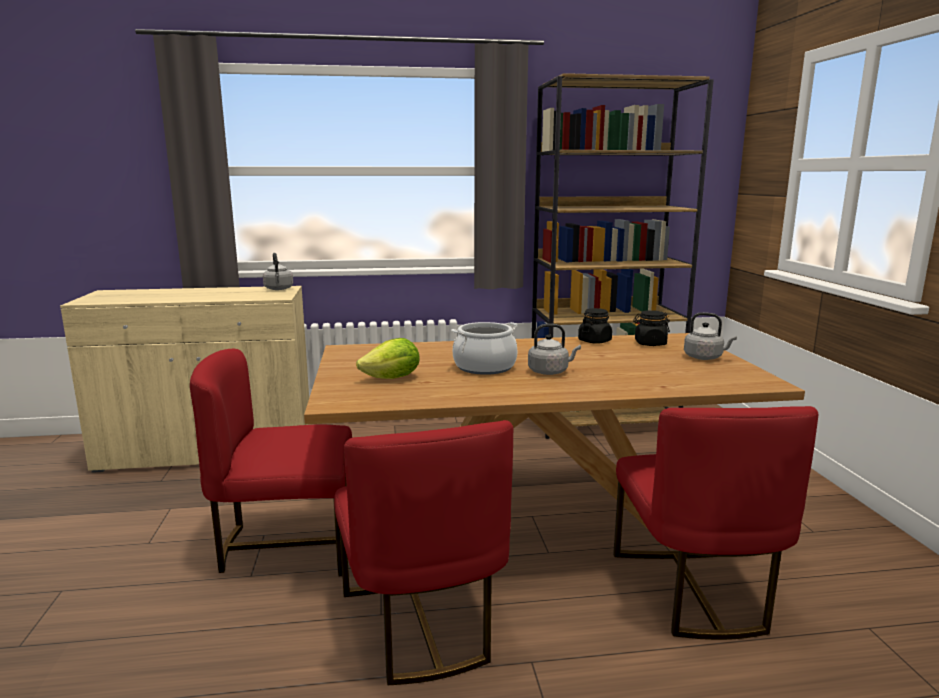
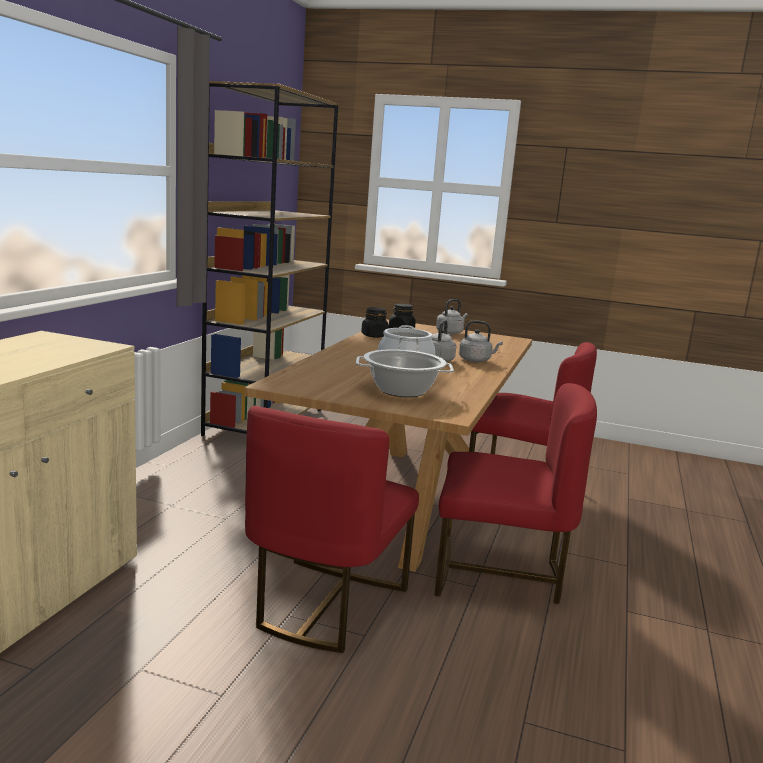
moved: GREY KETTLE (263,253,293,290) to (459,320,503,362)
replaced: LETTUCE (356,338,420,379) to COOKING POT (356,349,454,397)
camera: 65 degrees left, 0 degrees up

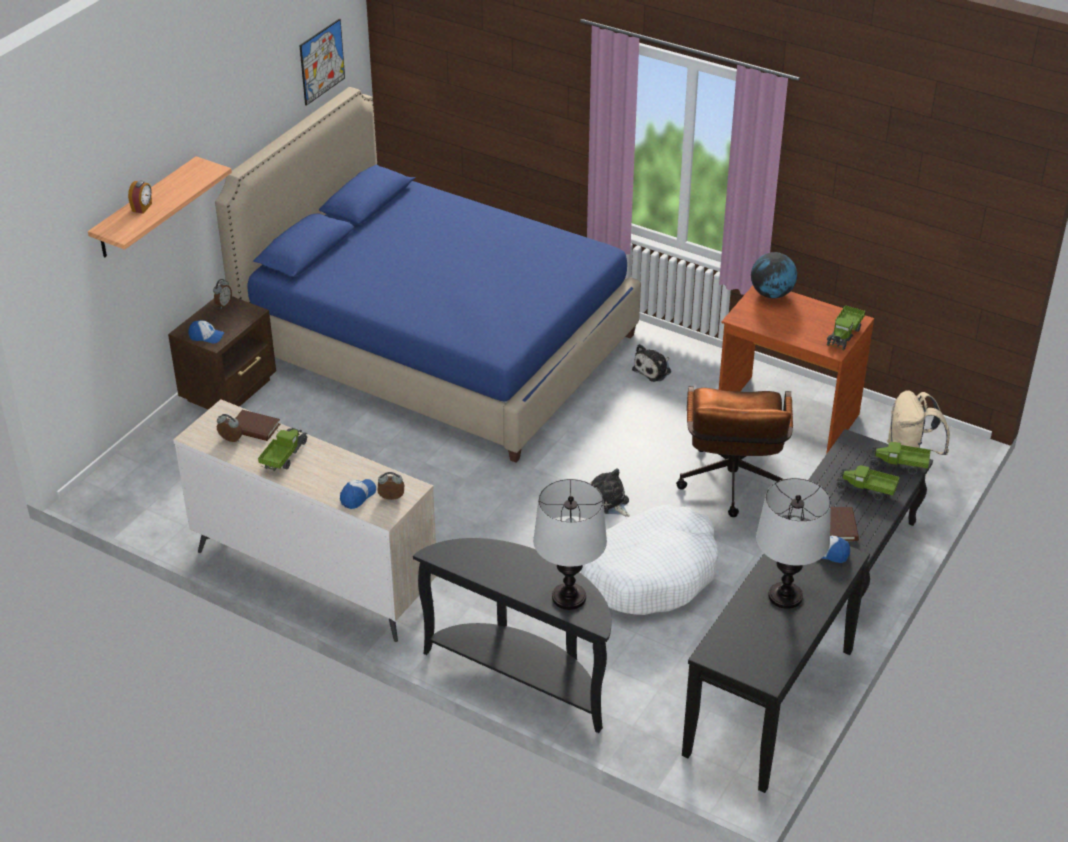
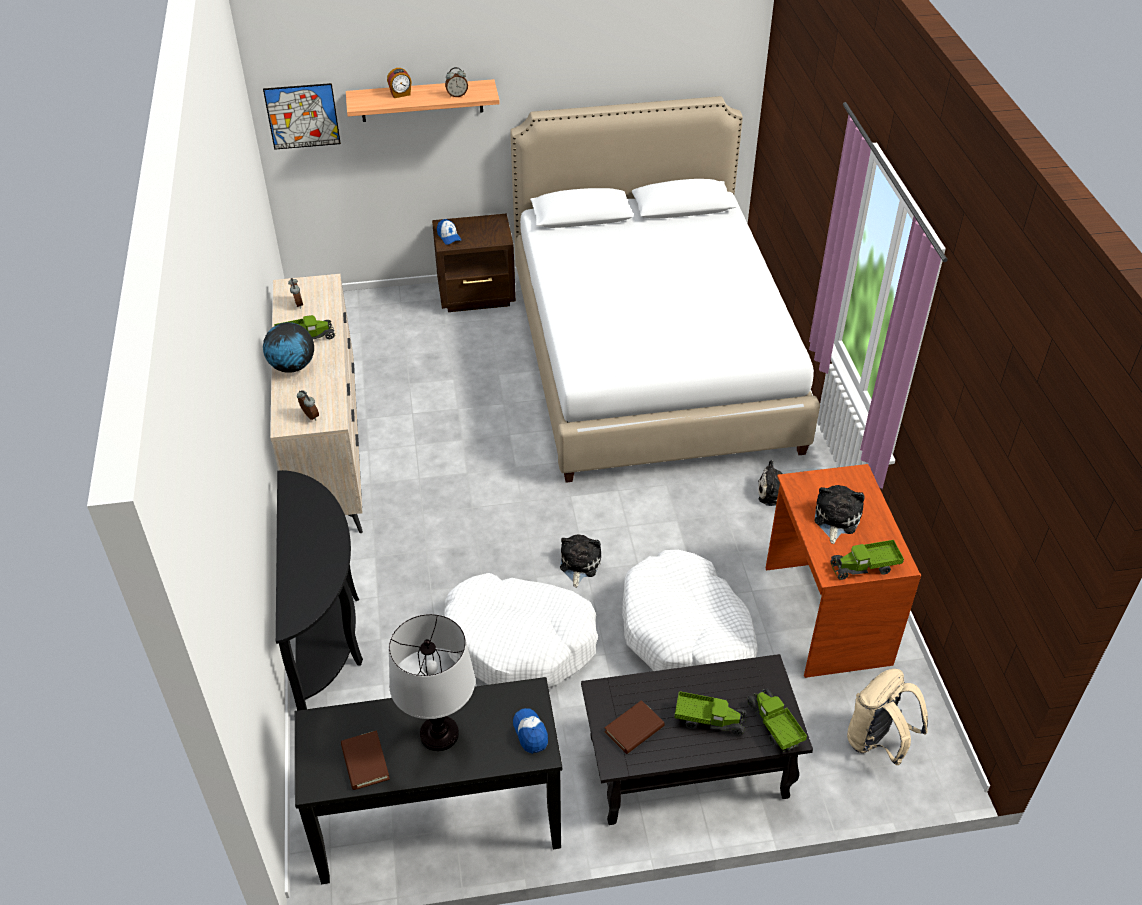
removed: CAP (340,479,376,509); TABLE LAMP (533,479,607,610)
added: PLUSH TOY (814,485,865,544)
moved: PICTURE (299,19,345,106) to (263,83,341,150); GLOBE (751,252,797,298) to (263,322,314,373); ALARM CLOCK (213,279,232,309) to (445,67,468,97); BROWN BOOK (235,410,280,441) to (341,730,390,790)
replaced: BROWN OFFICE CHAIR (676,386,793,517) to WHITE DOG BED (622,550,757,671)
recoloured: BLUE BED (215,87,641,463) to WHITE BED (510,96,820,483)
turned: TOY TRUCK (836,465,900,500) = (674,691,747,736) 120 degrees clockwise
camera: 50 degrees right, 5 degrees up

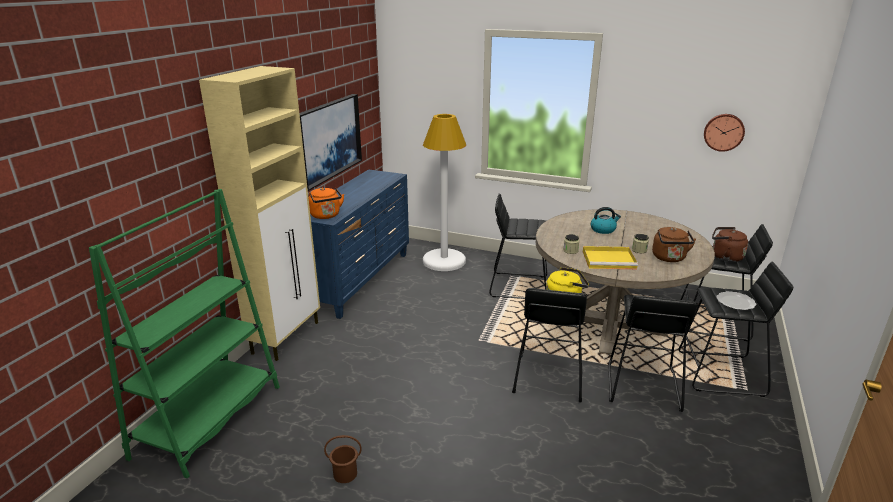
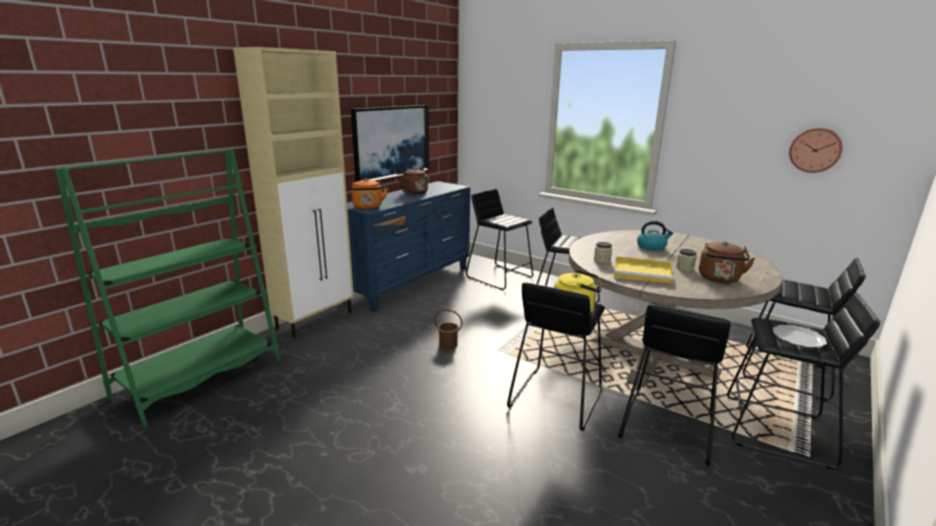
moved: BROWN KETTLE (712,227,748,262) to (396,168,428,195); BROWN BUCKET (324,435,362,483) to (434,309,462,349)
replaced: WHITE FLOOR LAMP (423,114,466,271) to BLACK STOOL (466,189,533,290)
camera: 15 degrees right, 5 degrees down

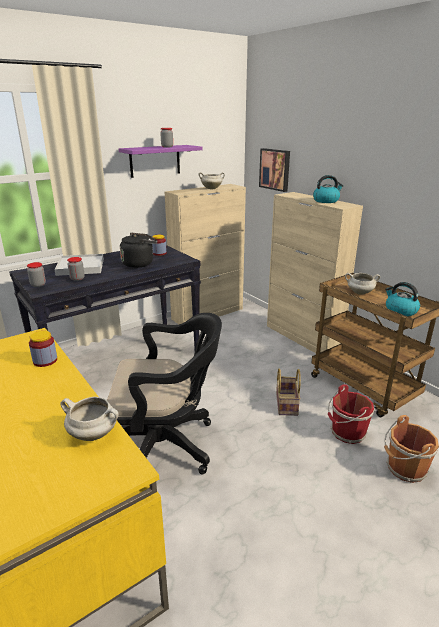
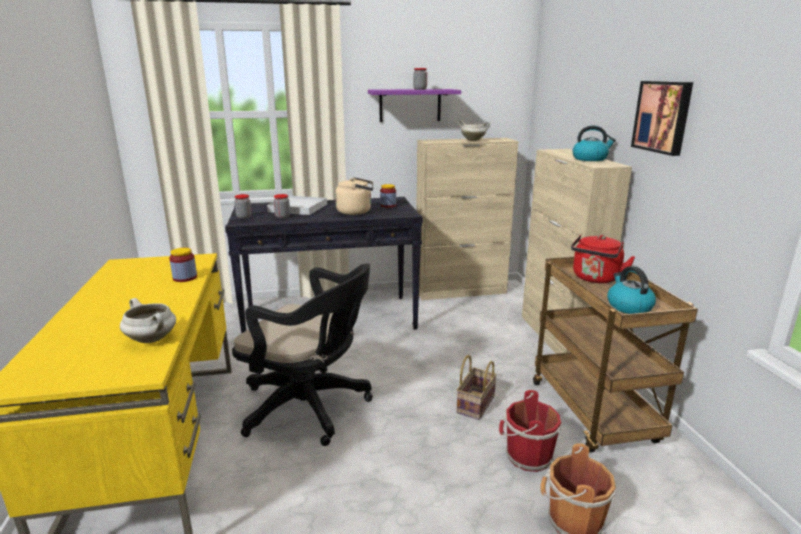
moved: PICTURE (259,148,290,192) to (631,81,693,156)
replaced: WHITE COOKING POT (345,273,380,295) to RED KETTLE (571,235,635,283)
recoloured: BLACK KETTLE (120,232,157,268) to BEIGE KETTLE (335,177,373,215)
camera: 25 degrees right, 5 degrees down

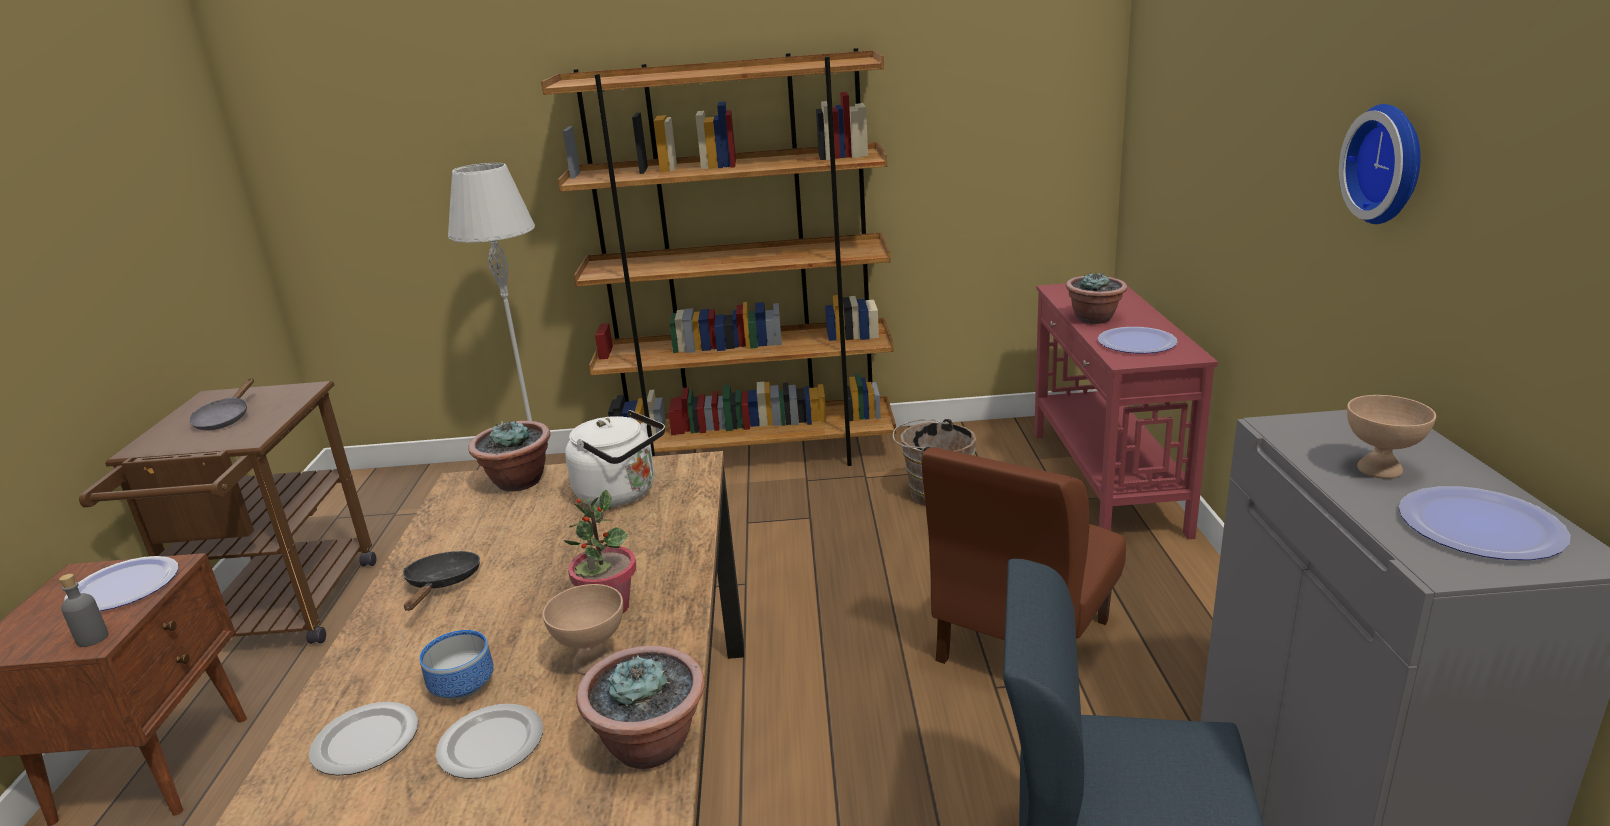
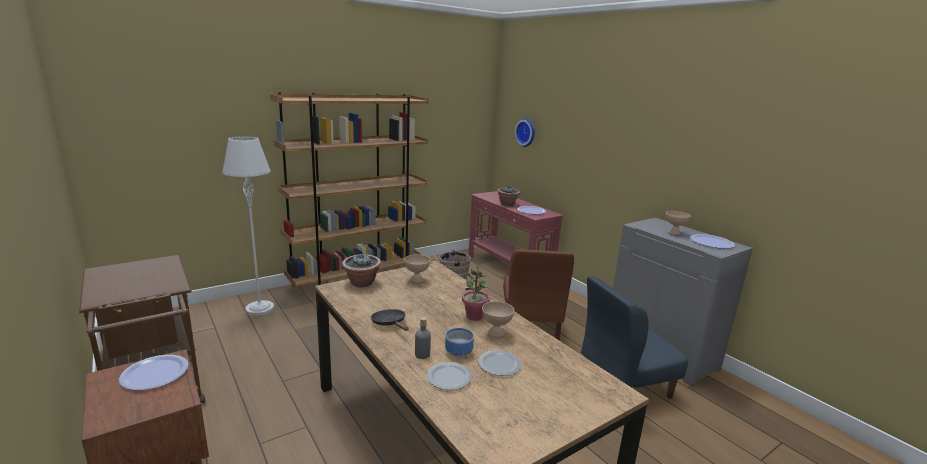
removed: GREY FRYING PAN (189,378,254,430); POTTED PLANT (576,645,705,769)
moved: WALL CLOCK (1339,104,1421,224) to (515,118,535,147); GREY BOTTLE (59,574,108,647) to (415,317,431,359)
replaced: WHITE KETTLE (565,410,665,507) to BEIGE BOWL (404,254,431,283)
camera: 35 degrees left, 5 degrees down

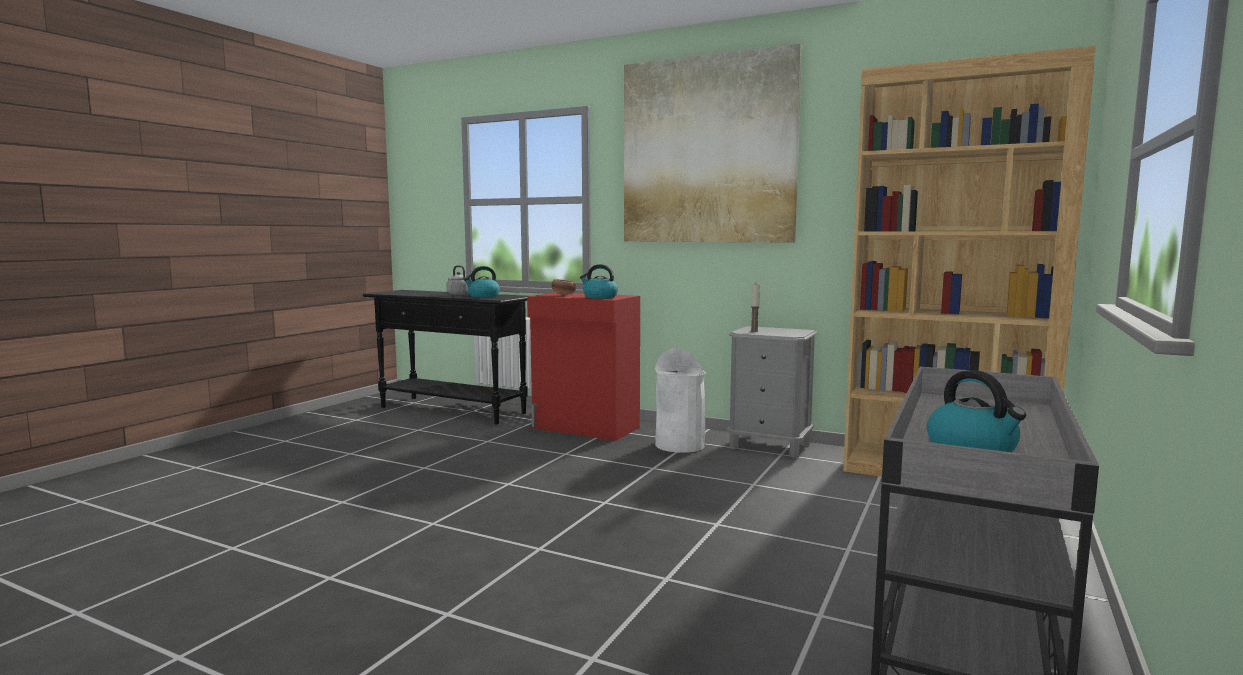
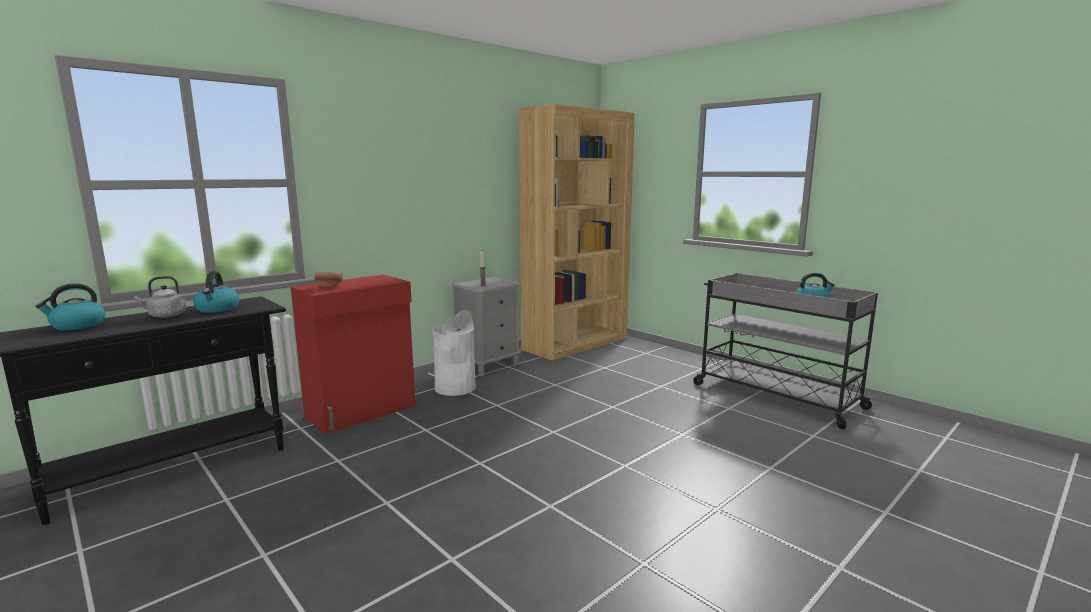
removed: PICTURE (624,44,802,243)
moved: KETTLE (580,264,618,299) to (35,283,106,330)
camera: 70 degrees left, 5 degrees up

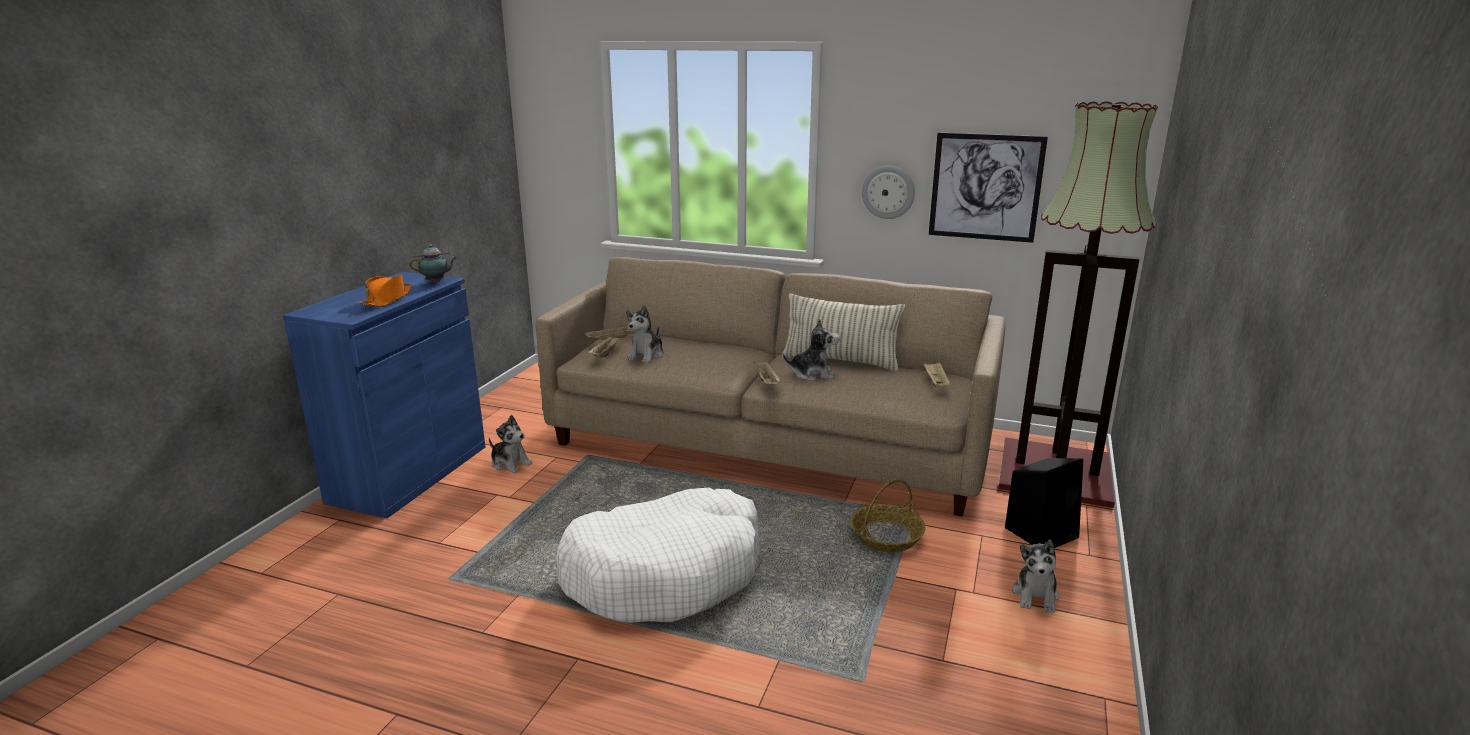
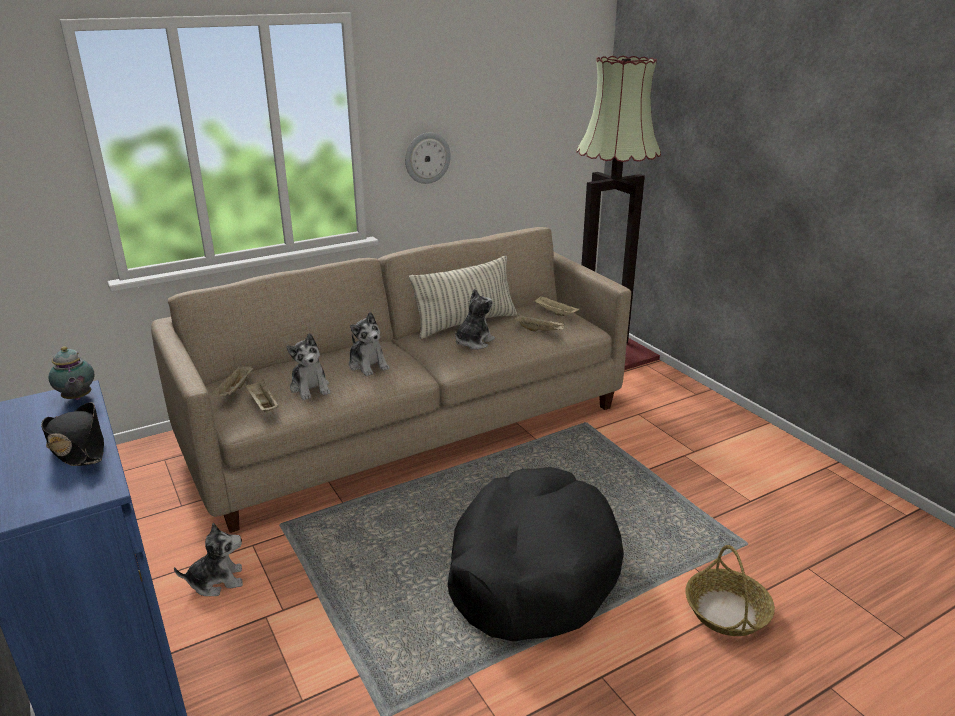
removed: PICTURE (929,133,1048,243); BLACK SPEAKER (1005,458,1083,548)
moved: BEIGE TRAY (753,361,781,384) to (514,315,565,332); BASKET (850,479,926,552) to (685,545,775,636); PLUSH TOY (1012,540,1059,613) to (349,312,390,376)
recoloured: ORANGE HAT (359,275,412,307) to BLACK HAT (41,402,104,466); WHITE DOG BED (555,488,759,623) to BLACK DOG BED (448,467,624,642)
turned: TEAPOT (409,244,457,283) = (48,346,94,400) 135 degrees clockwise
camera: 50 degrees left, 5 degrees up

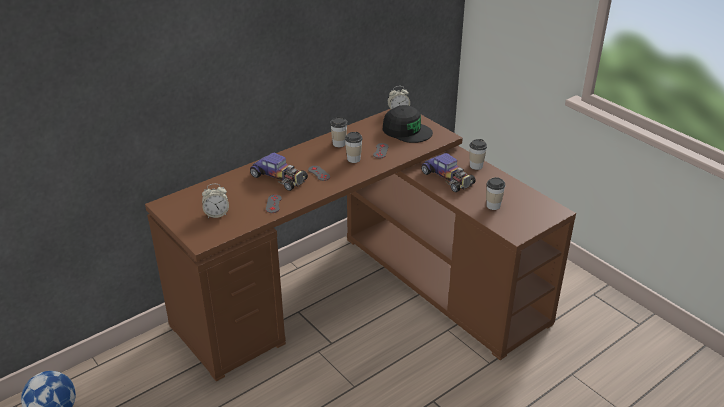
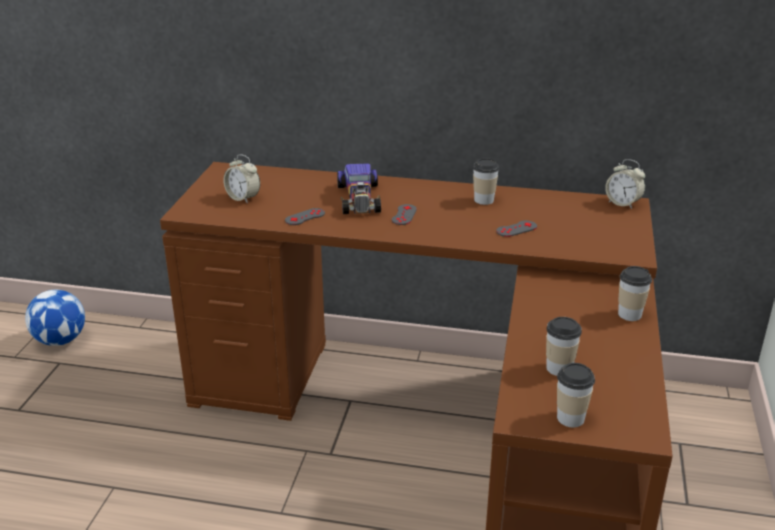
removed: BLACK CAP (382,105,433,143); TOY CAR (421,153,476,192)
moved: CUP (345,132,363,163) to (557,363,595,427)
camera: 50 degrees right, 5 degrees down

